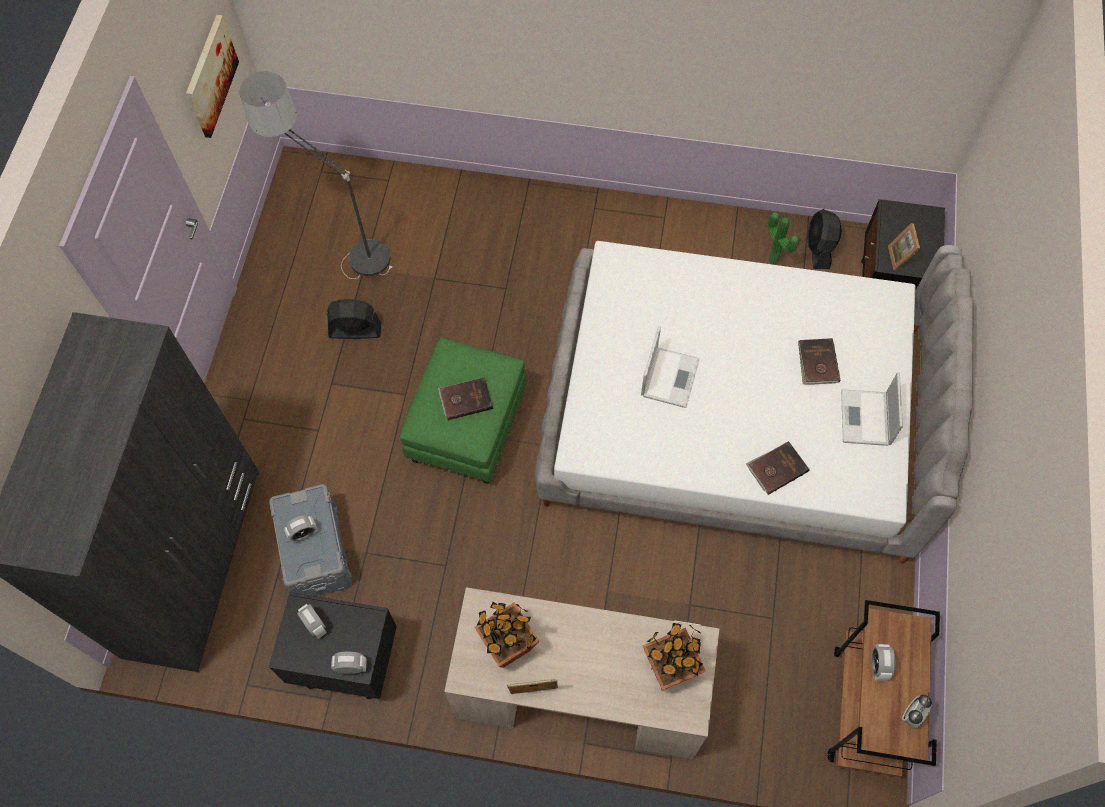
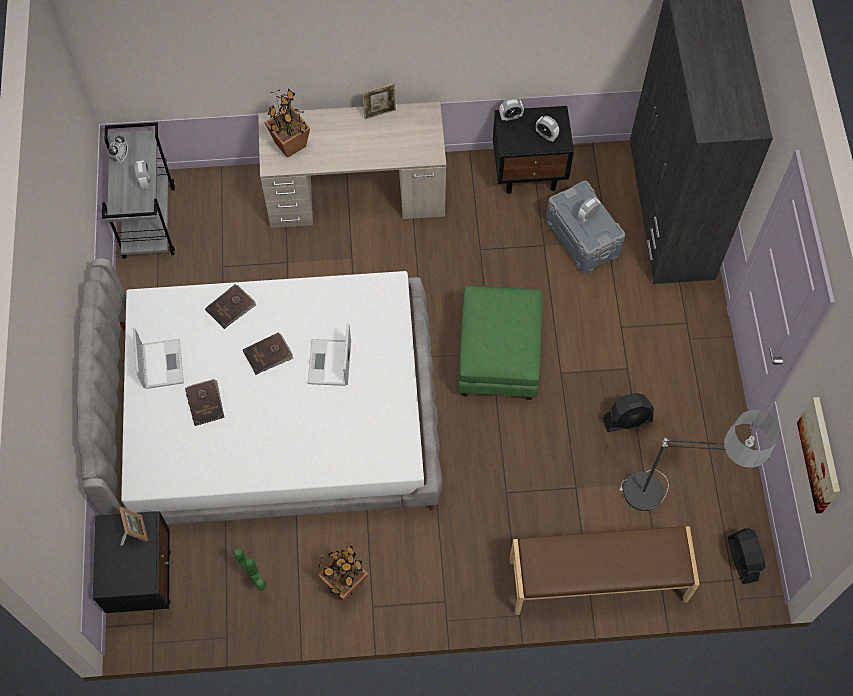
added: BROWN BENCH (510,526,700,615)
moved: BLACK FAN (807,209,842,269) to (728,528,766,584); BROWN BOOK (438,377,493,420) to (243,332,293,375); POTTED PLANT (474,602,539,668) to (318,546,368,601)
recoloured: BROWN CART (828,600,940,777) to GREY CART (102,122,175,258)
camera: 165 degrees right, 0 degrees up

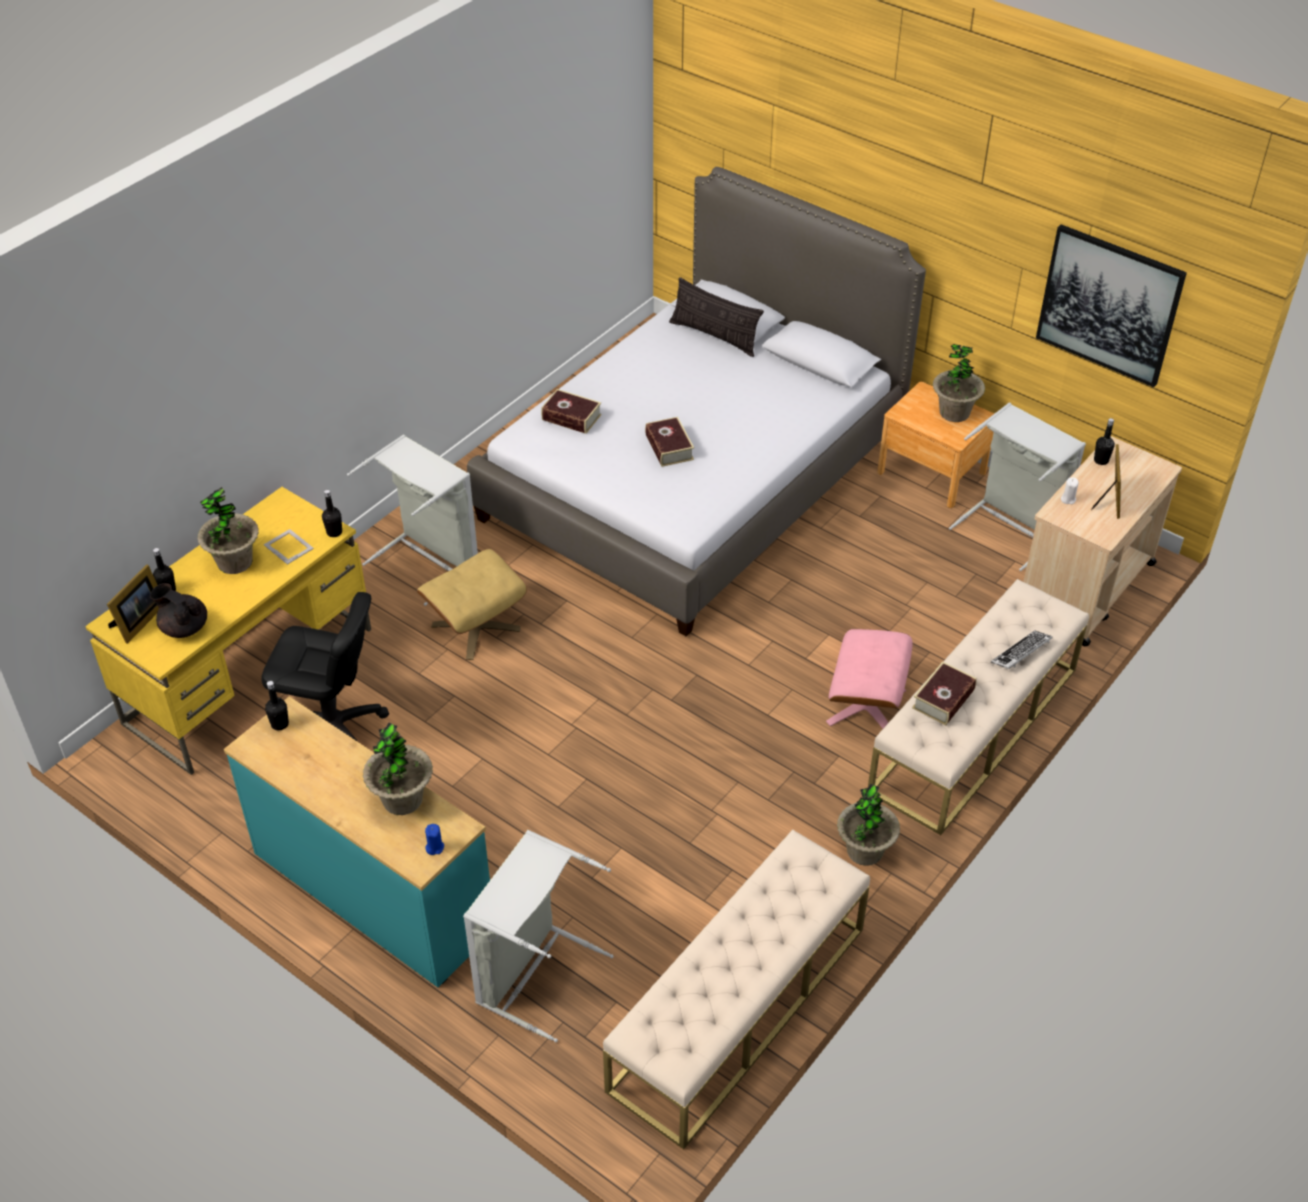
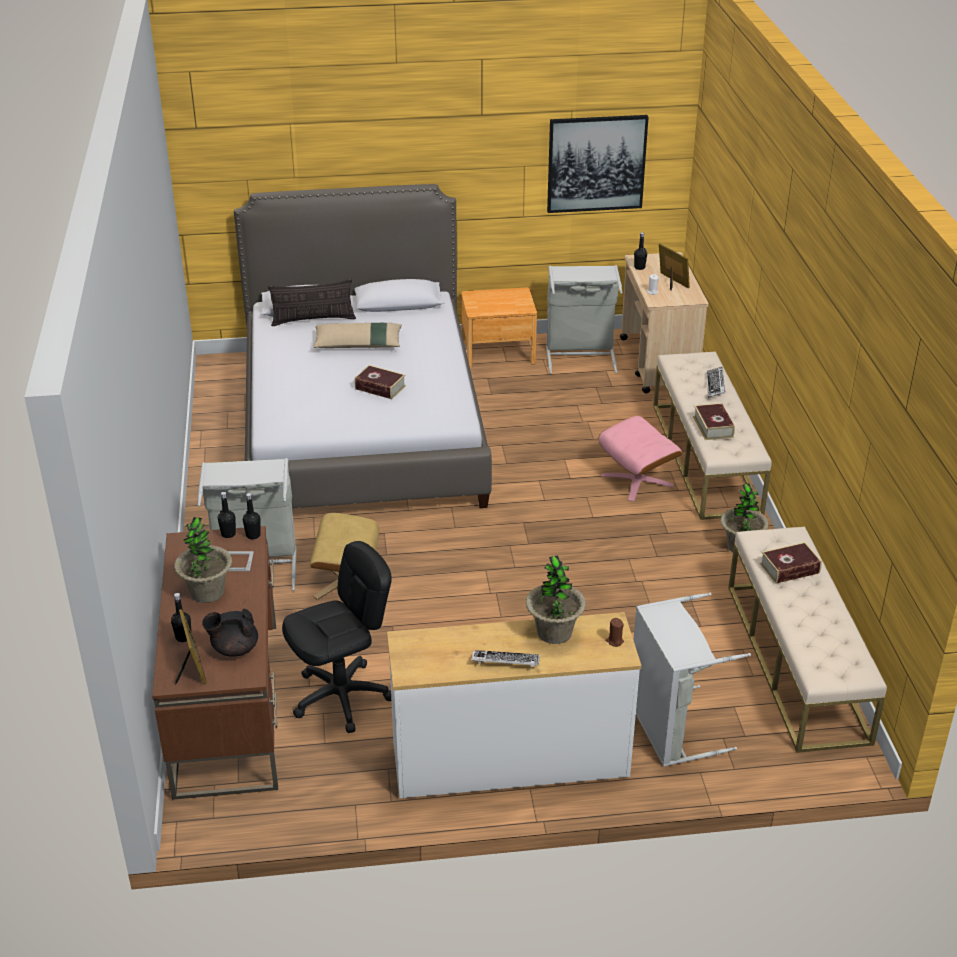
removed: POTTED PLANT (933,344,985,422)
added: BEIGE PILLOW (313,323,402,348); KEYBOARD (471,650,540,668)
moved: BOOK (541,389,602,434) to (760,542,822,584); BLACK BOTTLE (265,681,289,730) to (218,492,236,538)
recoloured: YELLOW DESK (85,487,371,775) to BROWN DESK (152,526,278,800); TURQUOISE DRESSER (224,696,490,987) to WHITE DRESSER (387,612,641,799); BLUE CANDLE (425,824,444,855) to BROWN CANDLE (606,618,624,647)
camera: 45 degrees left, 10 degrees down

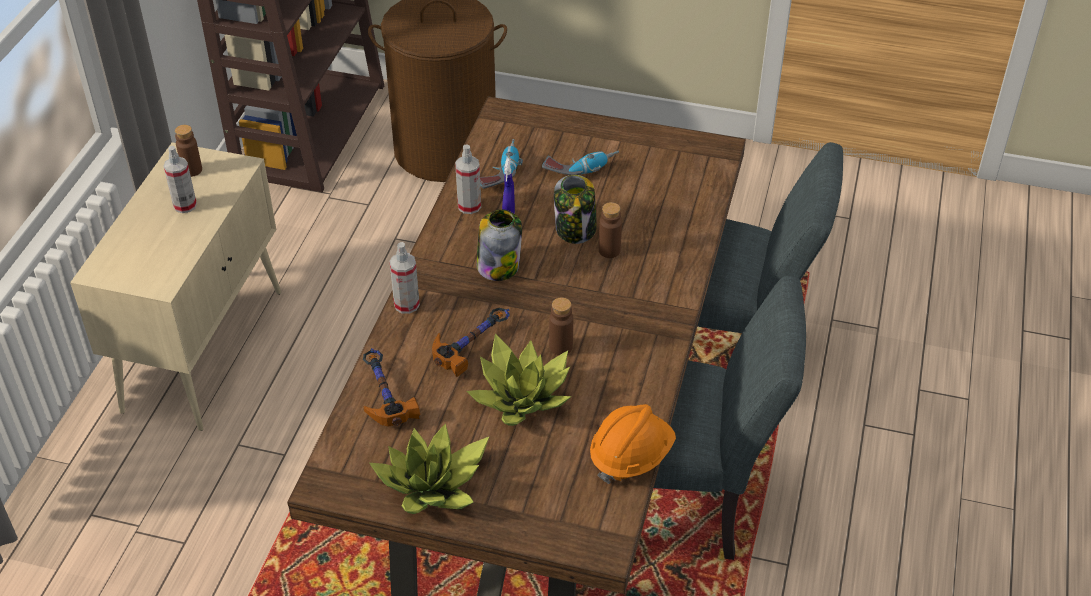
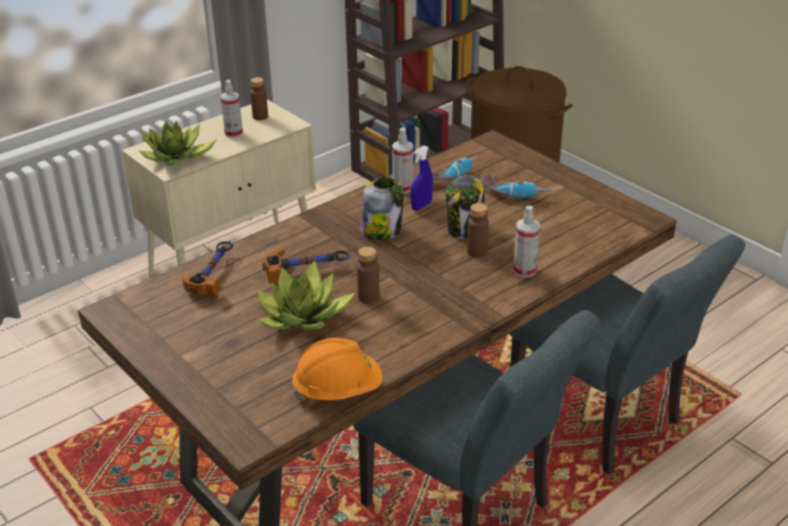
moved: SPRAY BOTTLE (390,242,420,314) to (513,206,540,277); POTTED PLANT (370,423,489,514) to (139,121,217,166)
camera: 35 degrees right, 10 degrees down

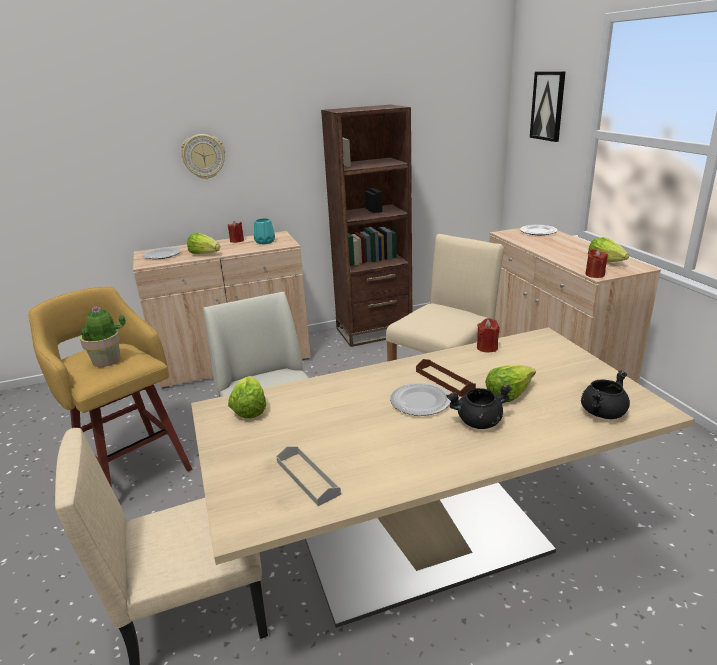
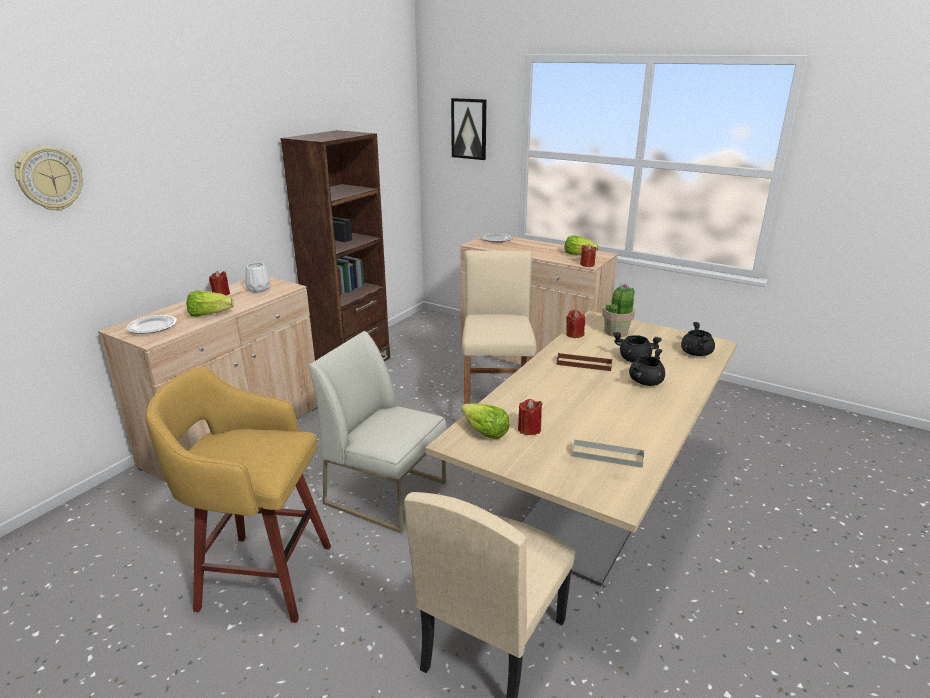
removed: PLATE (390,383,451,416)
added: RED CANDLE (518,399,542,435)
moved: WALL CLOCK (181,134,225,179) to (14,146,83,211); POTTED PLANT (80,306,126,367) to (602,283,635,337)
replaced: LETTUCE (485,364,536,402) to BLACK COOKING POT (613,332,662,363)
recoloured: TURQUOISE VASE (254,218,275,244) to WHITE VASE (245,263,271,293)
camera: 40 degrees left, 0 degrees up

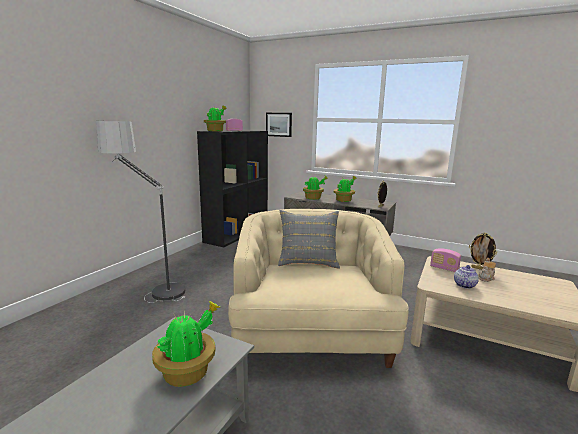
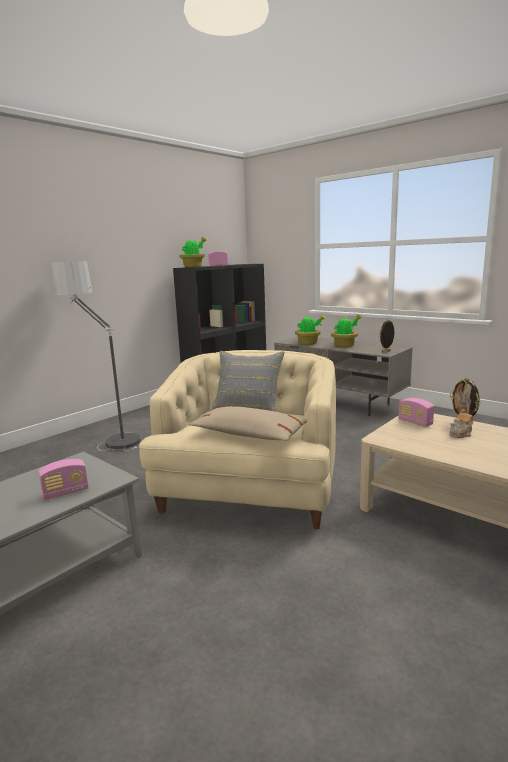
removed: PICTURE (266,113,292,137); TEAPOT (454,265,479,289)
added: BEIGE PILLOW (189,406,307,441)
replaced: POTTED PLANT (152,301,220,387) to RADIO (38,459,89,500)
camera: 15 degrees right, 0 degrees up

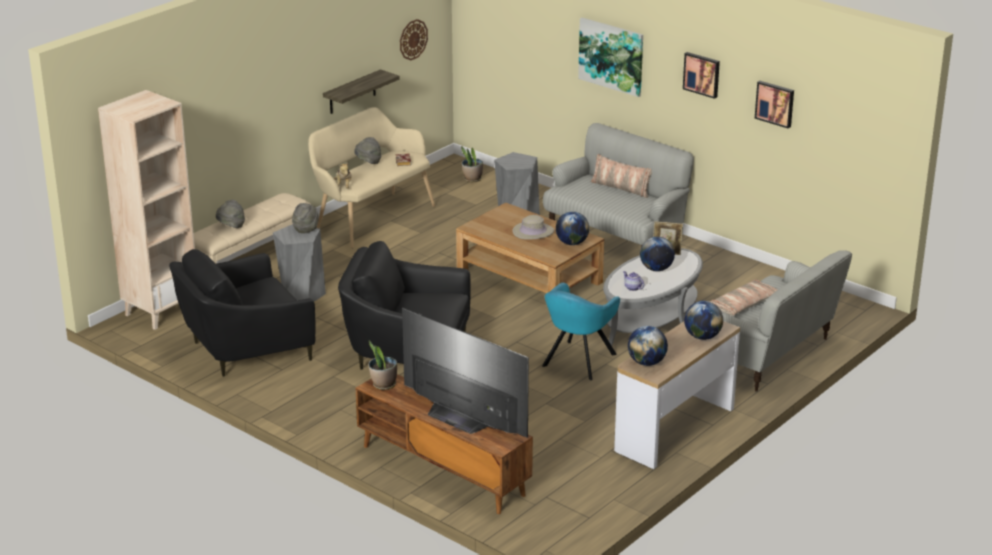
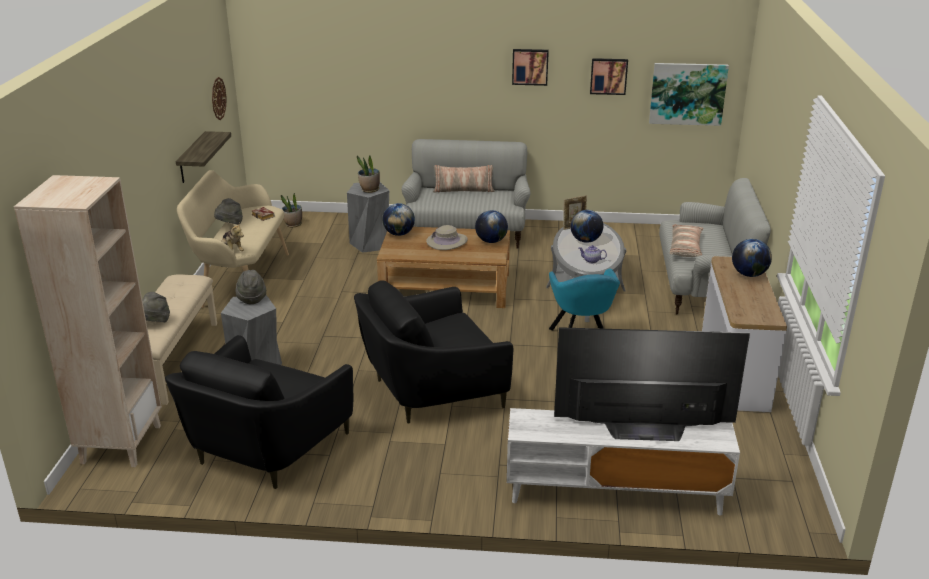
moved: PICTURE (578,18,643,97) to (649,63,729,126); GLOBE (628,326,668,366) to (383,203,415,236); POTTED PLANT (369,341,397,390) to (357,156,380,193)
recoloured: BROWN TV STAND (356,374,533,514) to WHITE TV STAND (507,408,740,516)
camera: 35 degrees left, 0 degrees up

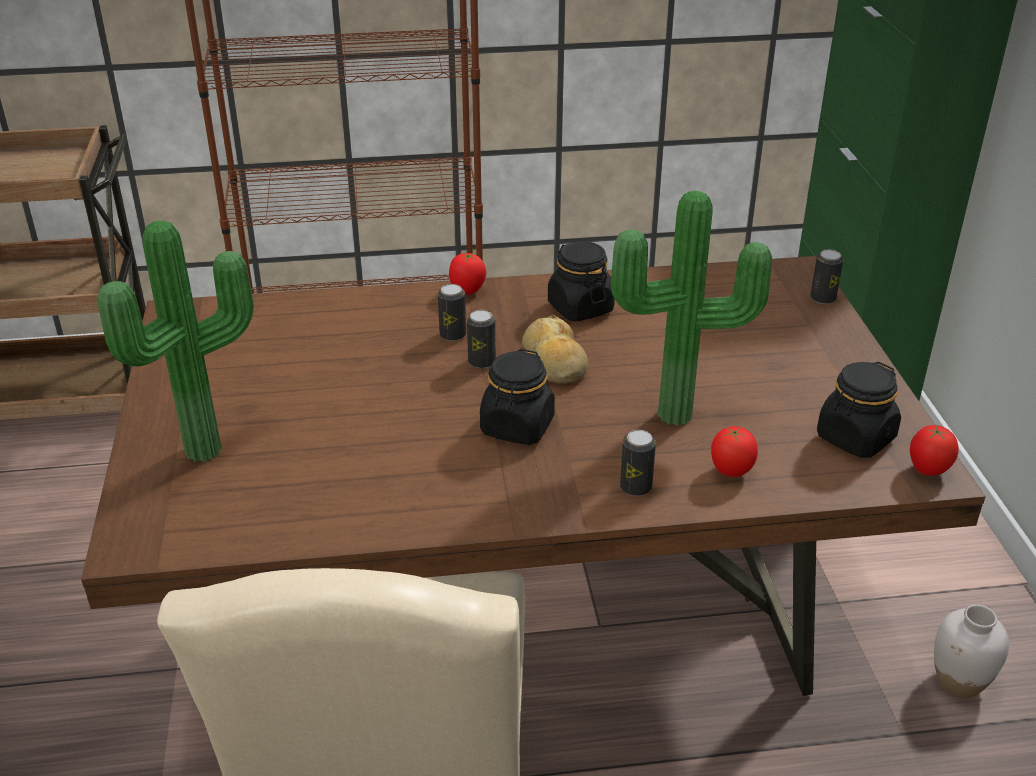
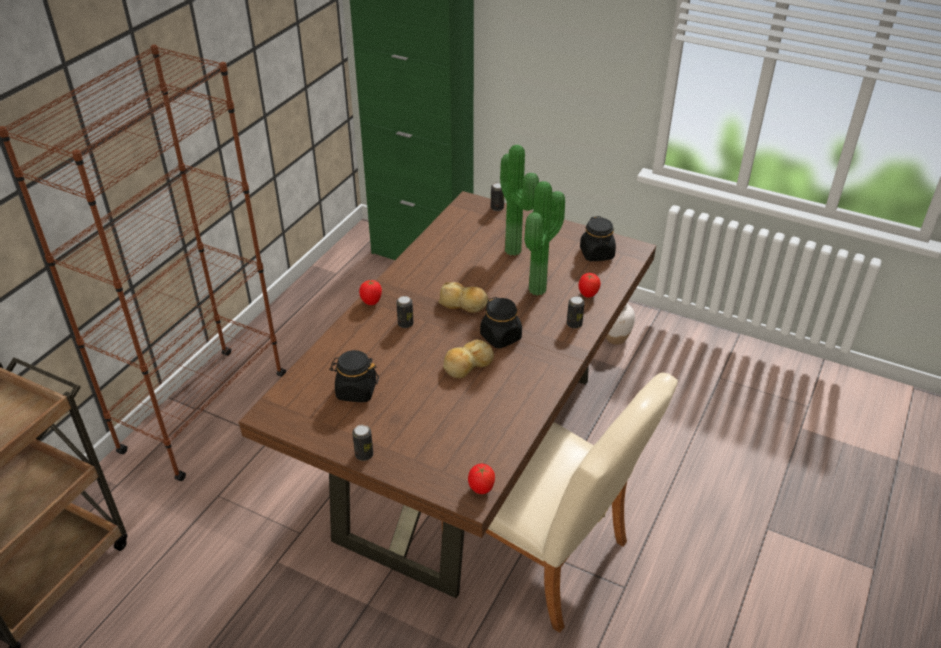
added: BREAD (443,339,494,378)
moved: POTTED PLANT (97,221,254,462) to (500,145,539,256); BLACK JAR (548,241,615,322) to (329,350,379,402); CAN (467,310,496,369) to (352,425,373,461); TOMATO (910,425,958,476) to (468,464,495,494)
camera: 55 degrees left, 5 degrees up

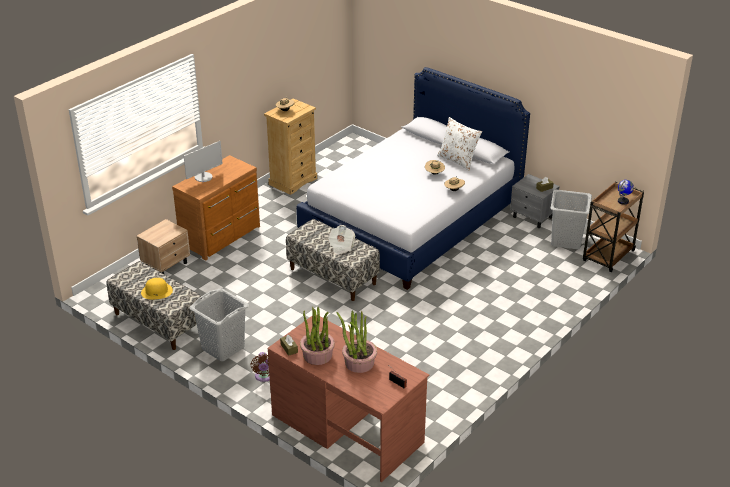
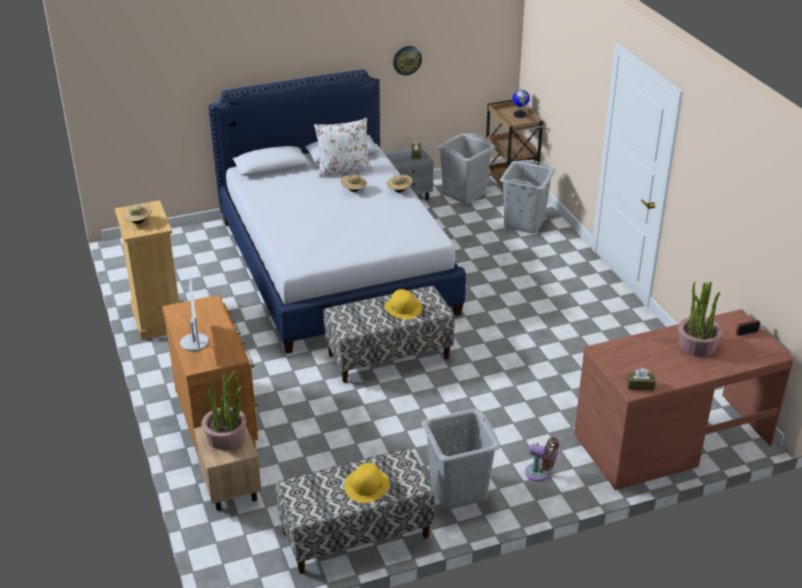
added: WALL CLOCK (393,46,422,75); GREY LAUNDRY BASKET (500,160,556,234)
moved: POTTED PLANT (300,307,335,365) to (201,371,246,450)
replaced: NEWSPAPER (328,225,355,255) to YELLOW HAT (384,289,422,319)
camera: 60 degrees left, 0 degrees up

